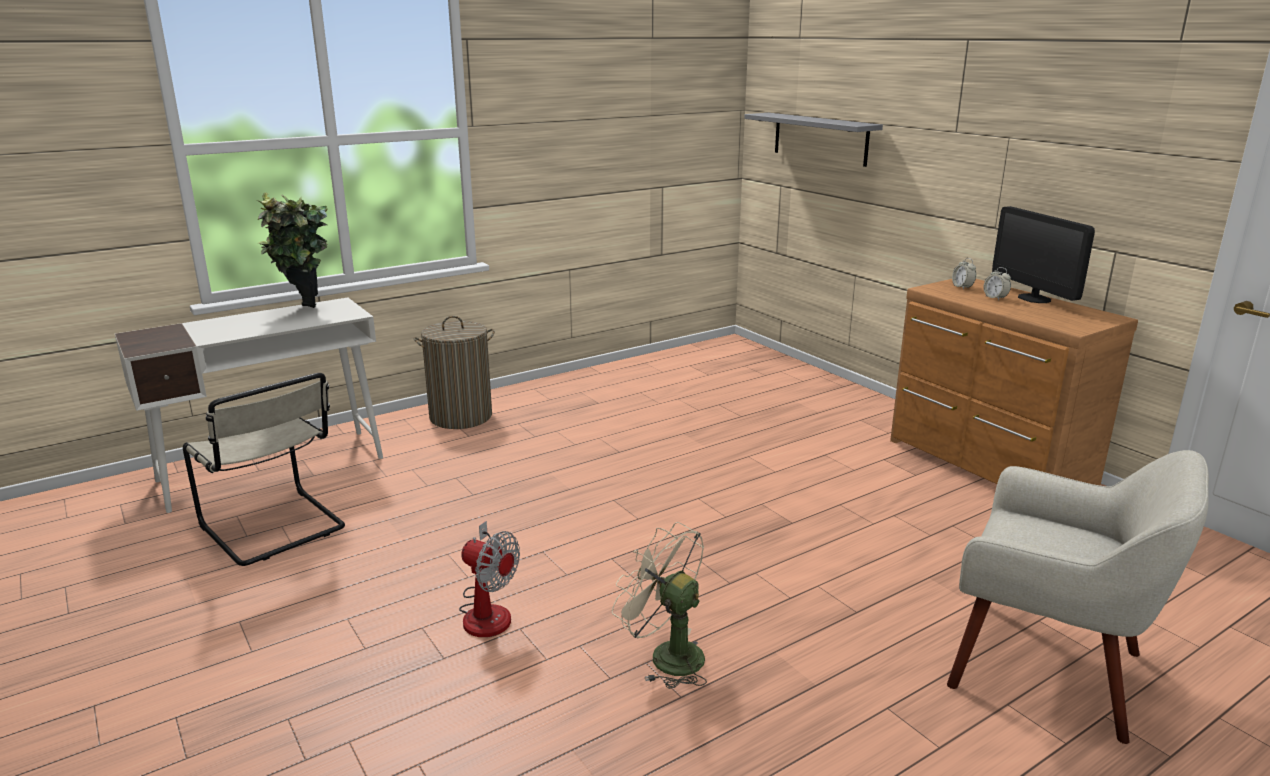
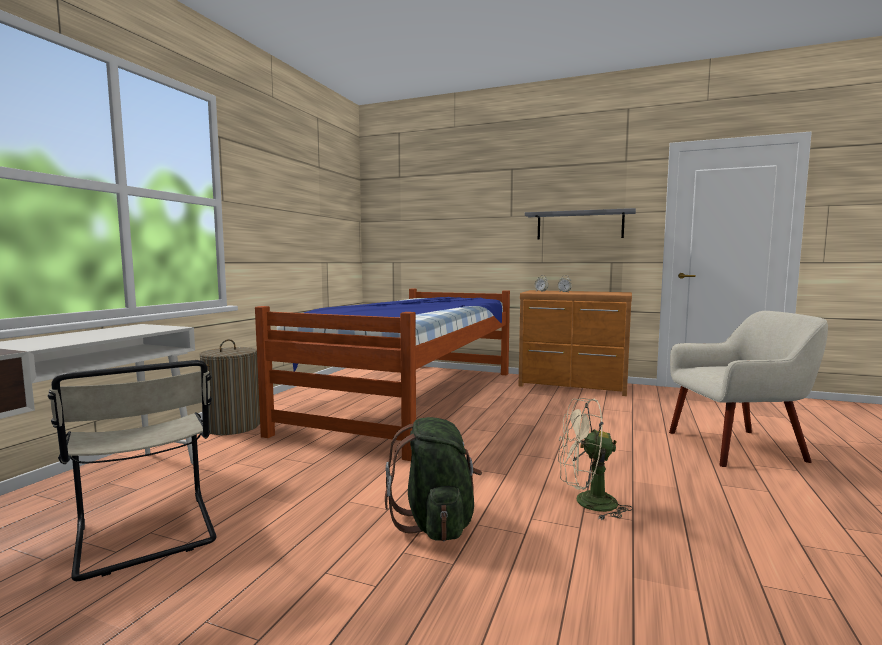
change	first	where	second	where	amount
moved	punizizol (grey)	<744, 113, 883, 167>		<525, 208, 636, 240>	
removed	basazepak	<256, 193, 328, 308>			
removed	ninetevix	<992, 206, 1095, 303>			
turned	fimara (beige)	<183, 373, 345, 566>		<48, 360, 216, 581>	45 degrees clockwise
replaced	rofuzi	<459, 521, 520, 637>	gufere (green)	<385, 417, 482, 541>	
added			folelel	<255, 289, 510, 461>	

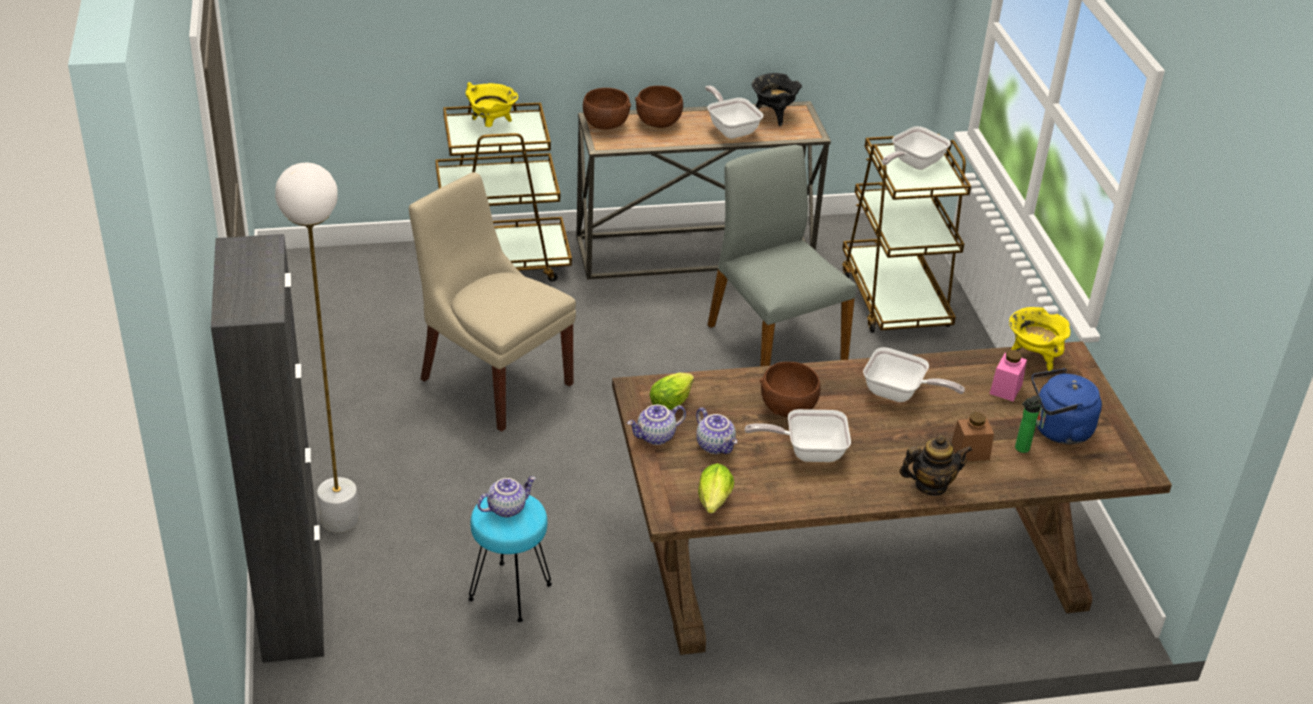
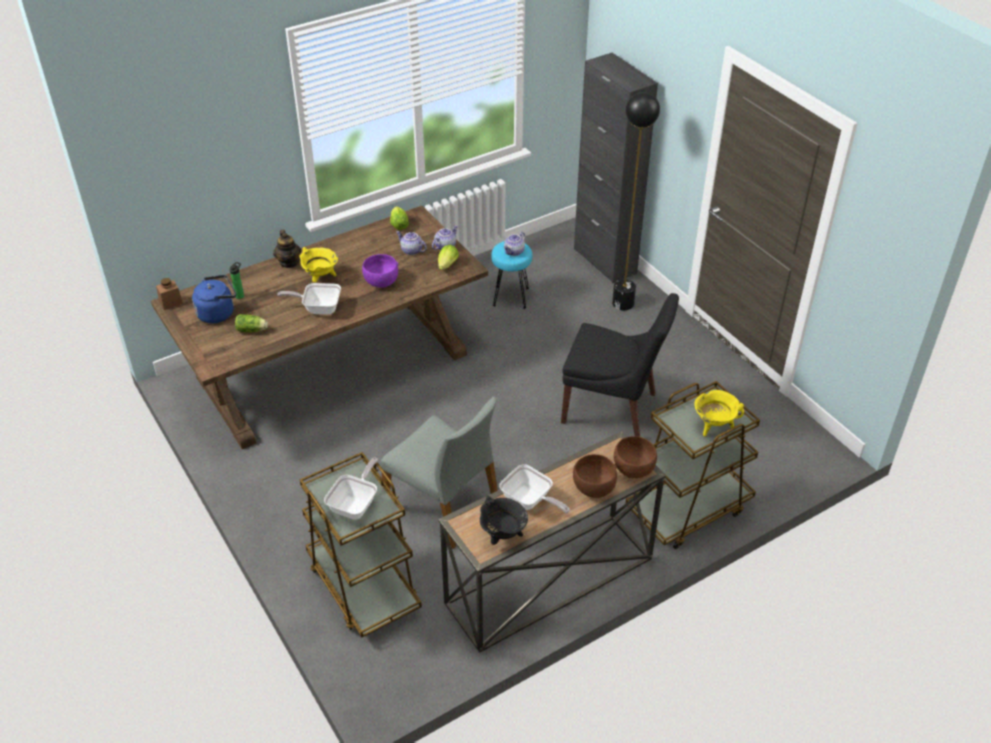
change	first	where	second	where	amount
recoloured	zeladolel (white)	<275, 163, 359, 533>	zeladolel (black)	<612, 92, 660, 310>	
recoloured	fimara (beige)	<409, 172, 576, 432>	fimara (black)	<561, 293, 679, 437>	
moved	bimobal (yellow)	<1009, 307, 1070, 371>		<300, 247, 338, 282>	
replaced	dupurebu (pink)	<989, 350, 1027, 401>	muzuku	<235, 314, 268, 332>	
recoloured	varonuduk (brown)	<760, 362, 821, 417>	varonuduk (purple)	<362, 254, 398, 288>	
removed	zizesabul	<745, 409, 851, 462>			
moved	dupurebu (brown)	<951, 412, 994, 462>		<156, 278, 183, 310>	
turned	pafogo	<899, 435, 972, 496>		<273, 230, 301, 268>	75 degrees counterclockwise

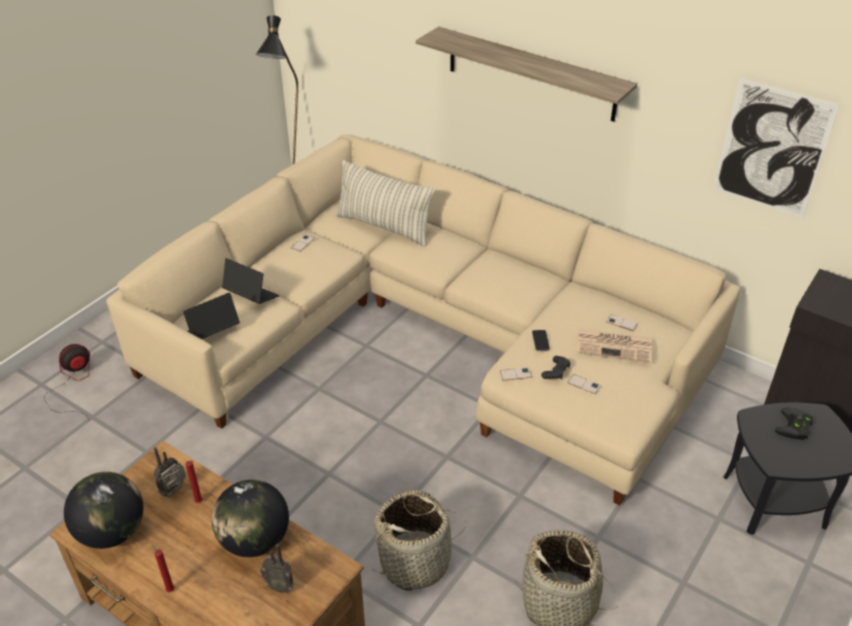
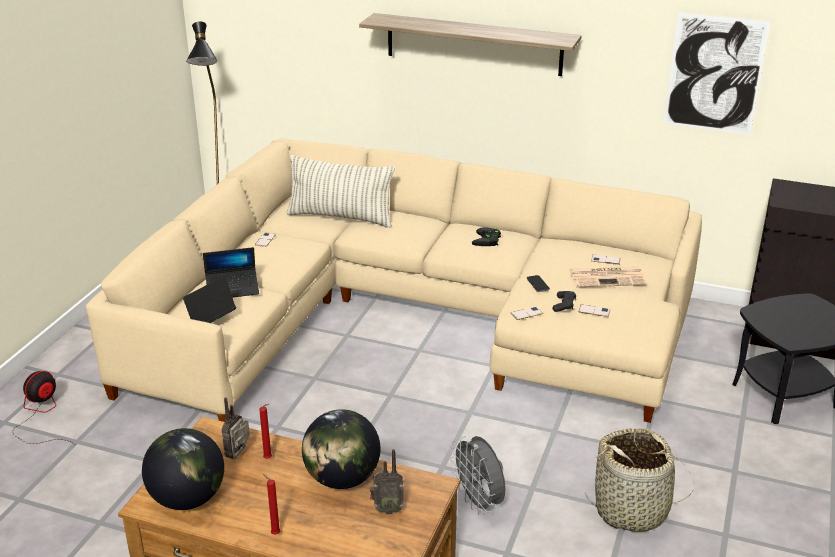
change	first	where	second	where	amount
turned	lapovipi	<222, 258, 279, 304>		<203, 247, 259, 298>	150 degrees clockwise
moved	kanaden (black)	<775, 407, 813, 440>		<472, 227, 501, 246>	
replaced	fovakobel	<371, 490, 466, 591>	rofuzi (grey)	<450, 436, 506, 514>	

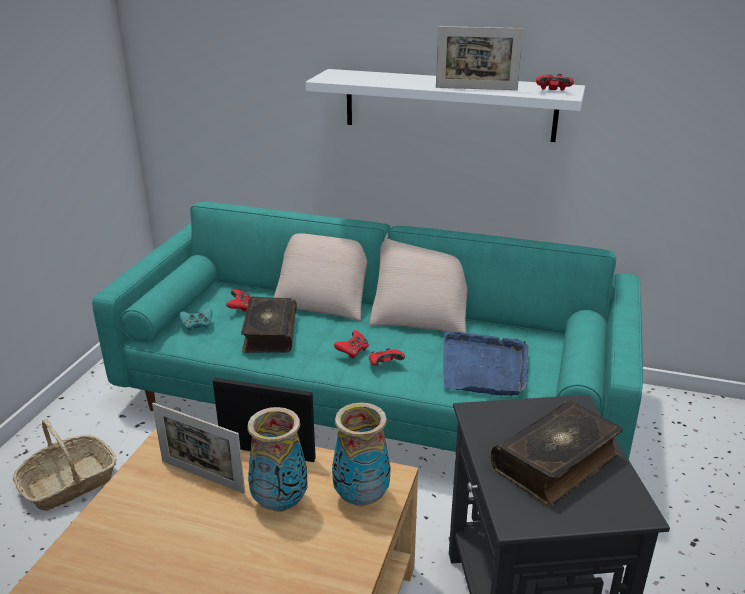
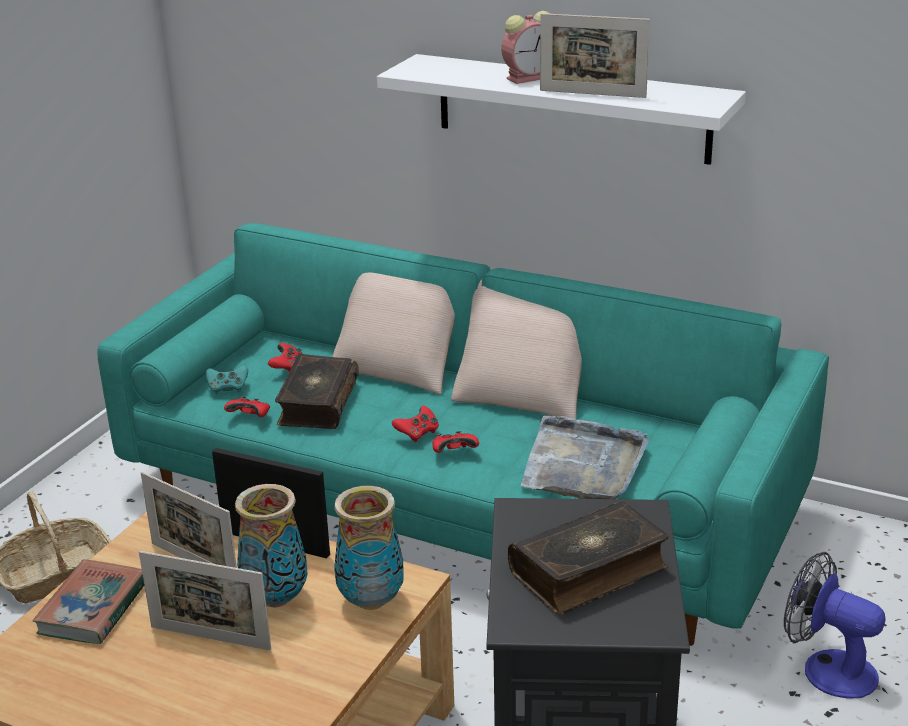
change	first	where	second	where	amount
moved	kanaden (red)	<536, 74, 574, 91>		<224, 396, 270, 417>	
recoloured	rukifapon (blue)	<443, 332, 529, 396>	rukifapon (grey)	<521, 416, 649, 499>	
added			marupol	<501, 11, 550, 84>	
added			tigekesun	<139, 551, 271, 650>	
added			rofuzi	<784, 552, 886, 699>	
added			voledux	<32, 559, 144, 644>	

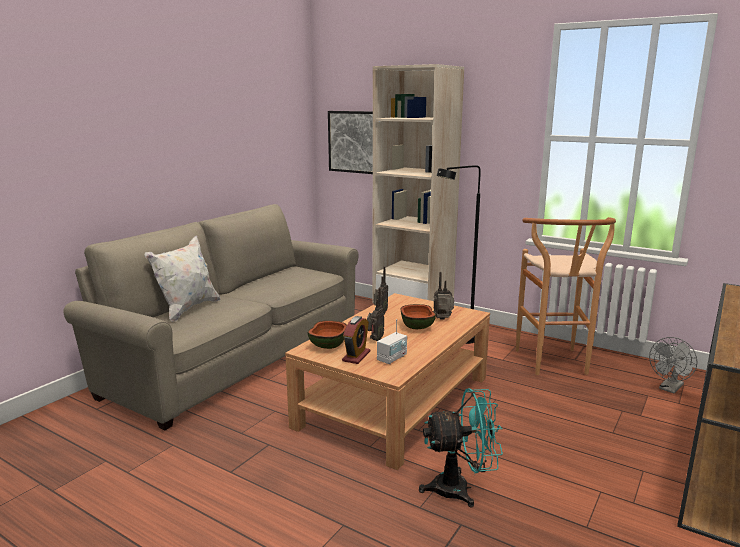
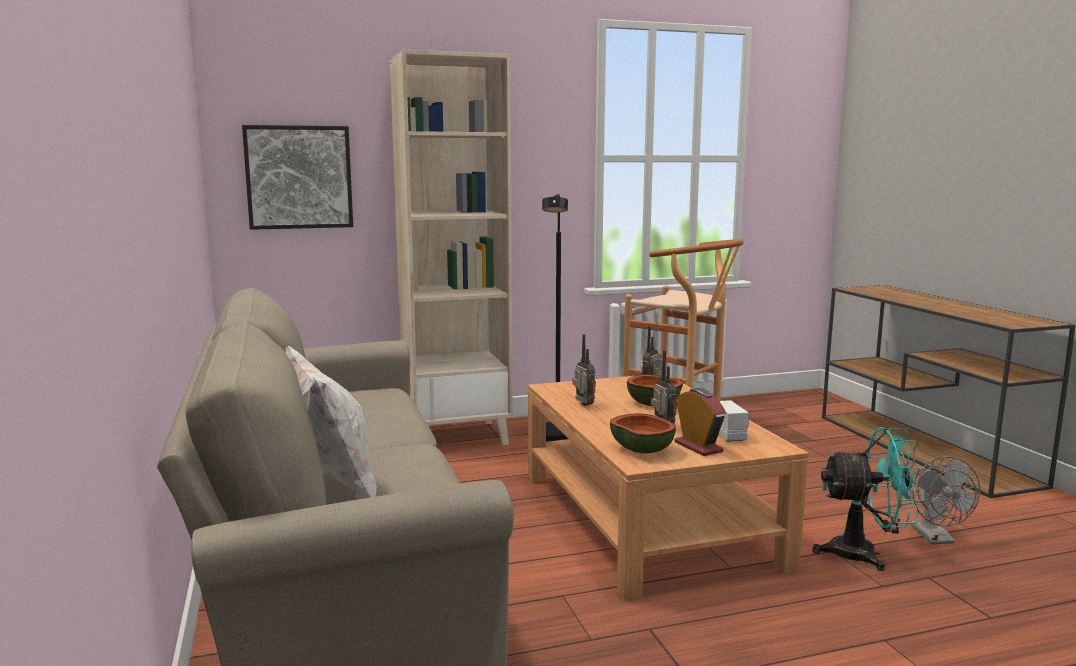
change	first	where	second	where	amount
moved	rofuzi (grey)	<649, 337, 697, 393>		<911, 456, 980, 544>	
turned	rofuzi (turquoise)	<419, 388, 503, 508>		<812, 427, 925, 571>	60 degrees clockwise

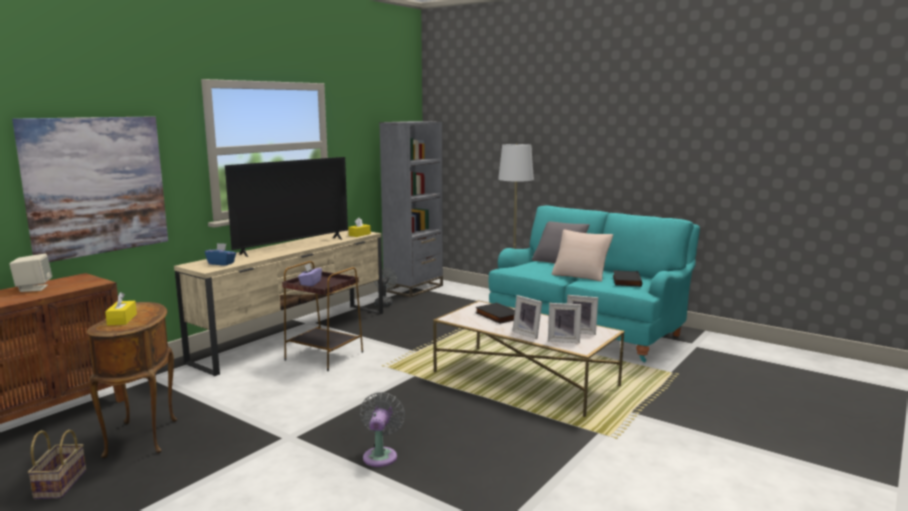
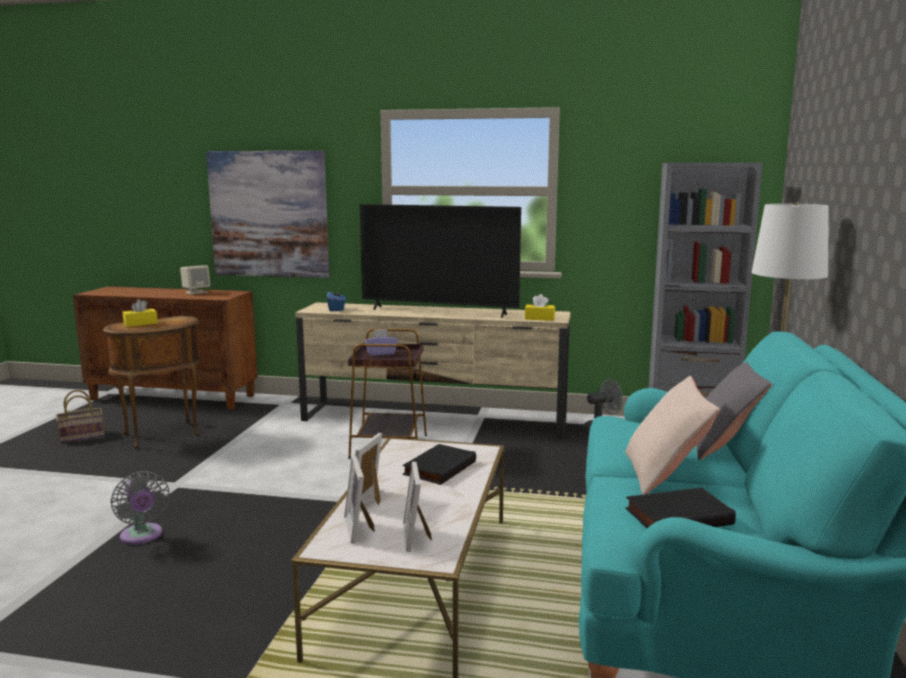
change	first	where	second	where	amount
turned	rofuzi (grey)	<360, 392, 405, 467>		<110, 471, 170, 545>	75 degrees clockwise

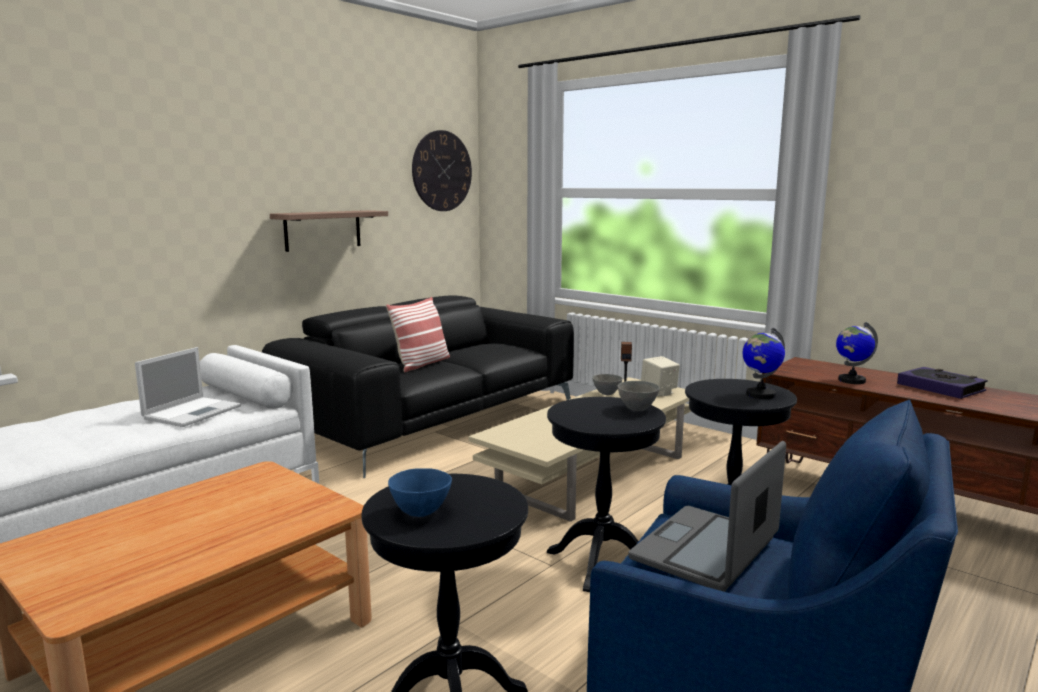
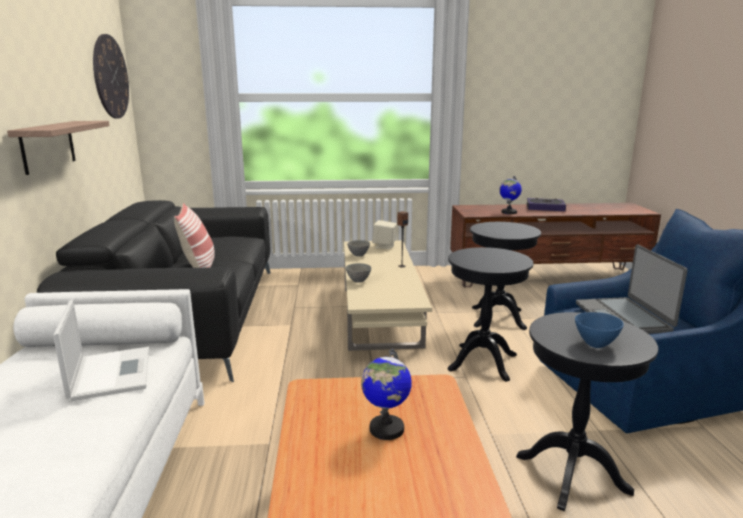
change	first	where	second	where	amount
moved	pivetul	<742, 328, 785, 399>		<361, 349, 412, 440>	
moved	varonuduk (grey)	<617, 381, 660, 411>		<346, 263, 372, 283>	

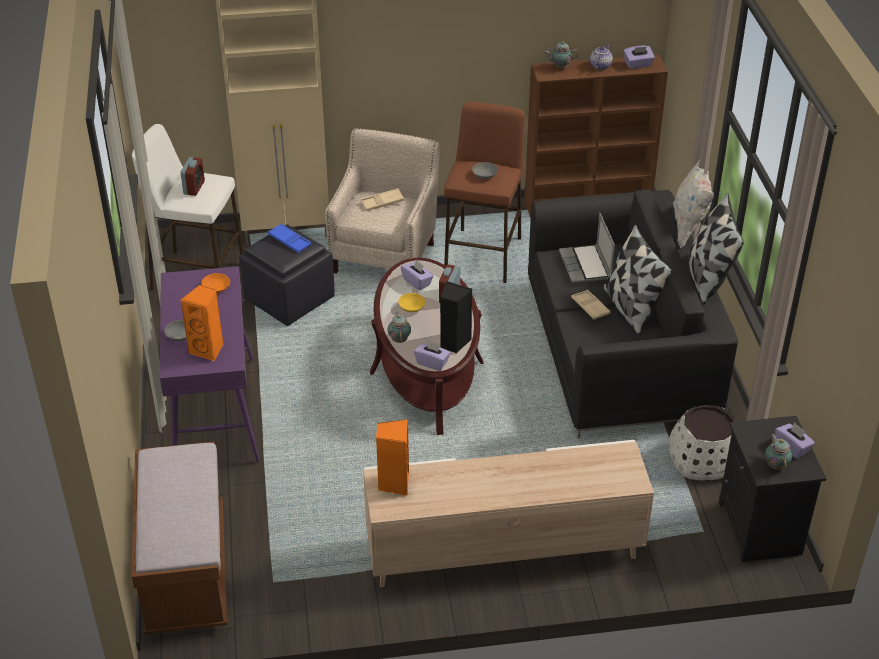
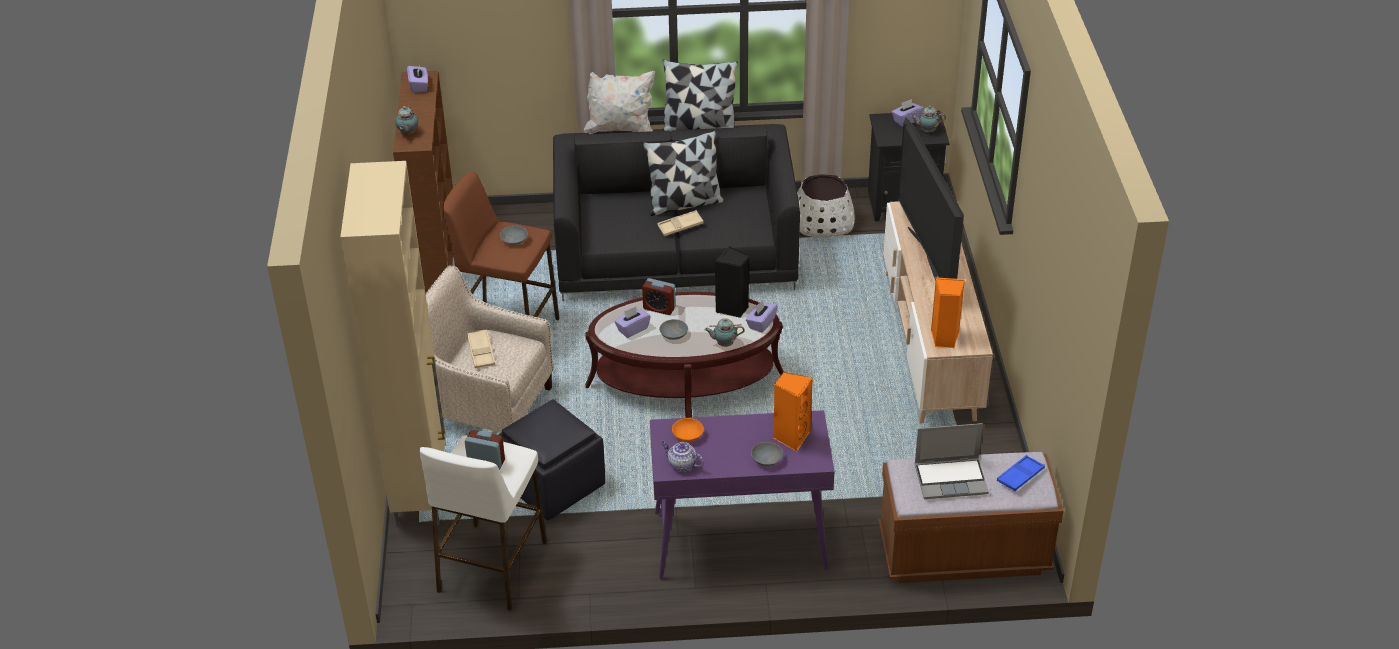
change	first	where	second	where	amount
moved	pafogo	<590, 44, 613, 70>		<661, 442, 704, 472>	
moved	lapovipi	<559, 213, 615, 283>		<914, 423, 989, 499>	
moved	rukifapon (blue)	<268, 223, 311, 253>		<997, 455, 1045, 491>	
recoloured	varonuduk (yellow)	<398, 293, 426, 312>	varonuduk (grey)	<659, 319, 688, 340>	
added			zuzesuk	<898, 117, 964, 281>	

